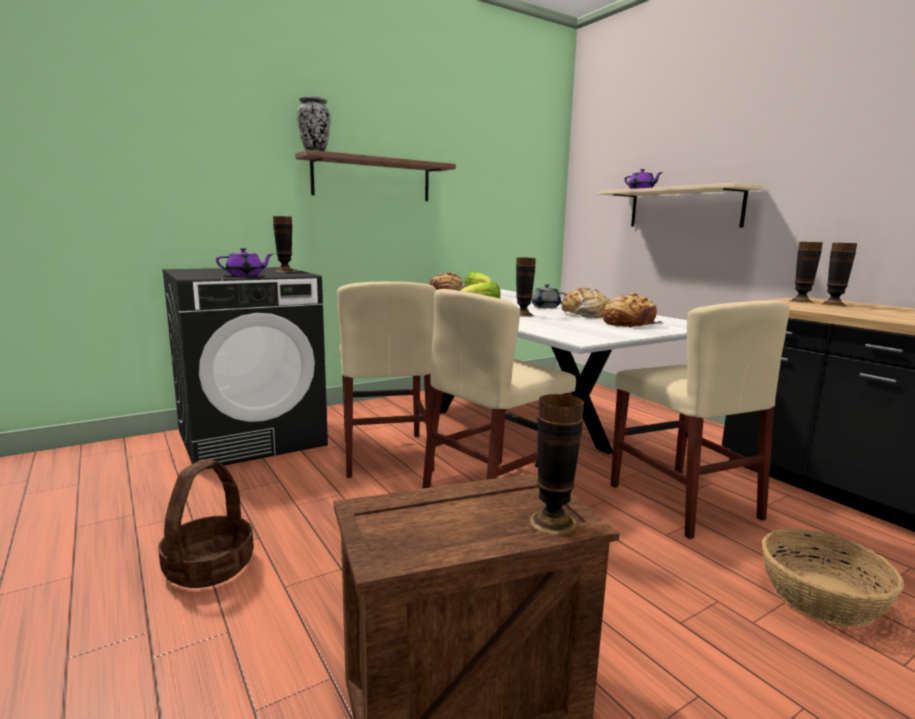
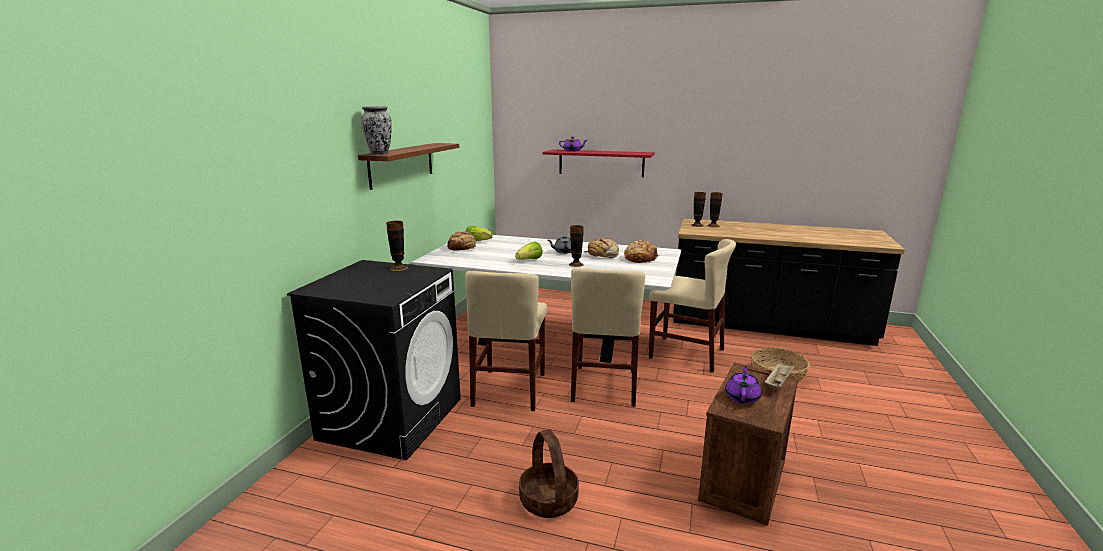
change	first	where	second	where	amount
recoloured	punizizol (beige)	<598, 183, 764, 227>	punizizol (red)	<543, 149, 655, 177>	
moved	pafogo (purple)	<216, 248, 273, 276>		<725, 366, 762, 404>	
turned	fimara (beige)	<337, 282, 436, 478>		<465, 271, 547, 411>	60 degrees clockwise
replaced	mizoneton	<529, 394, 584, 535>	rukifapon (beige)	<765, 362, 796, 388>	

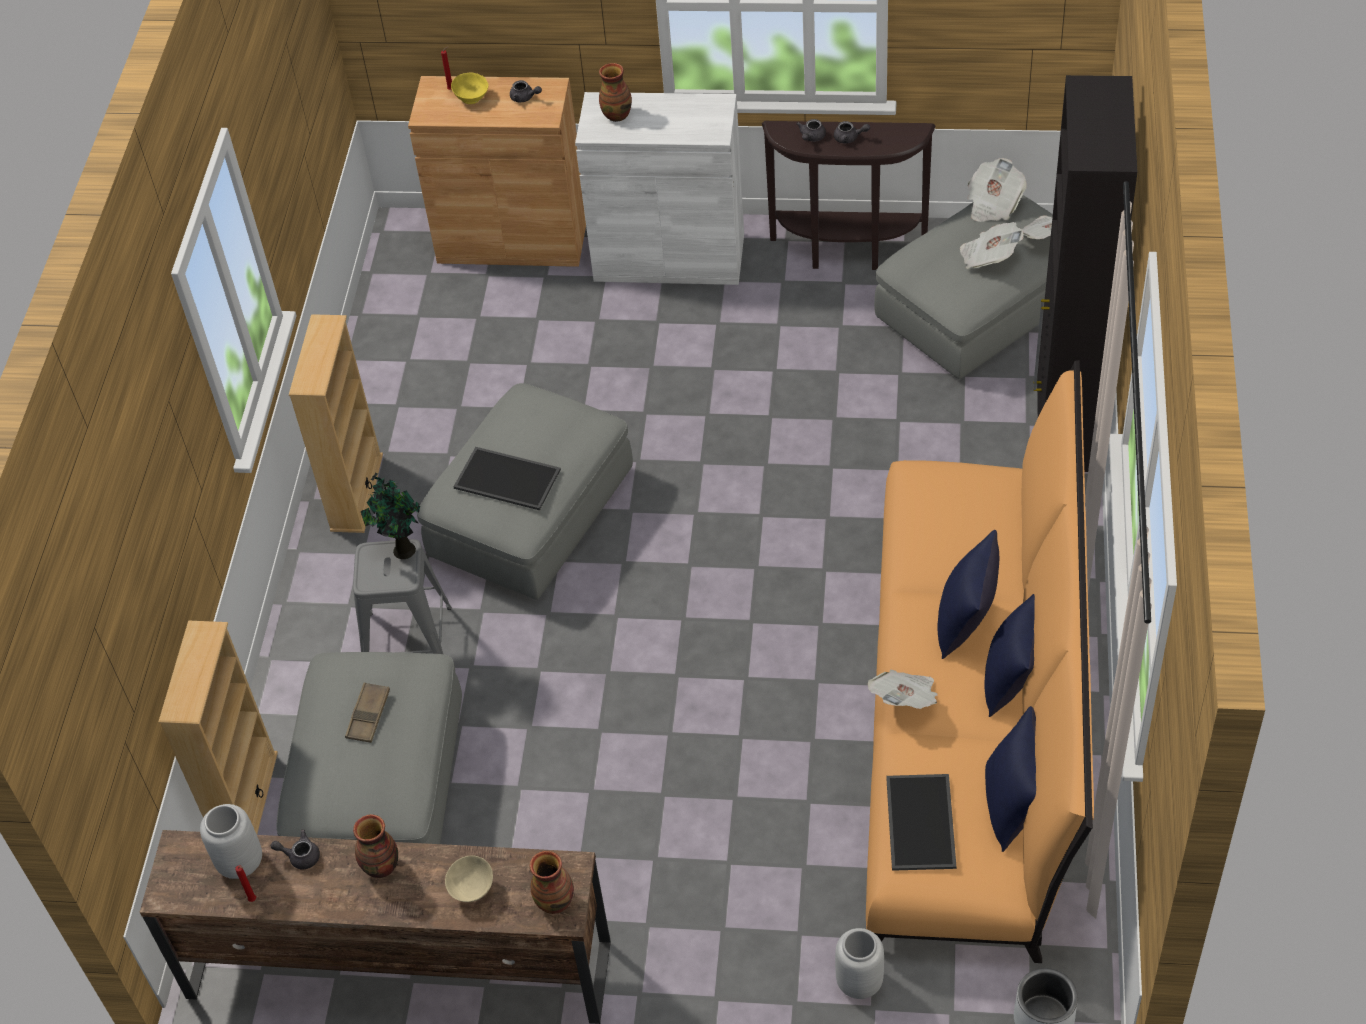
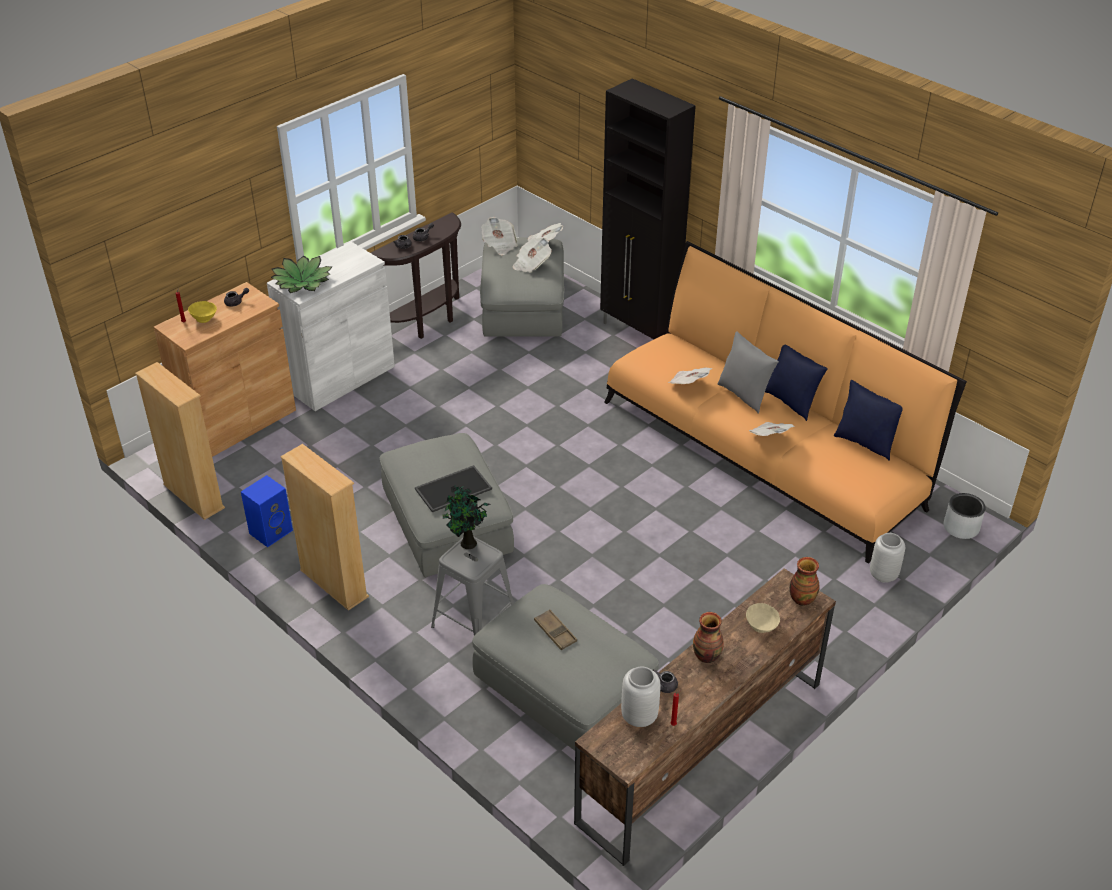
change	first	where	second	where	amount
replaced	mizoneton	<599, 63, 632, 122>	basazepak	<271, 256, 332, 293>	
recoloured	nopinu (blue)	<937, 530, 999, 659>	nopinu (grey)	<718, 331, 779, 414>	
moved	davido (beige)	<159, 621, 278, 834>		<135, 362, 225, 520>	
removed	rukifapon	<886, 774, 956, 871>			
added			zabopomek	<668, 367, 712, 384>	
added			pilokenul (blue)	<241, 475, 293, 547>	

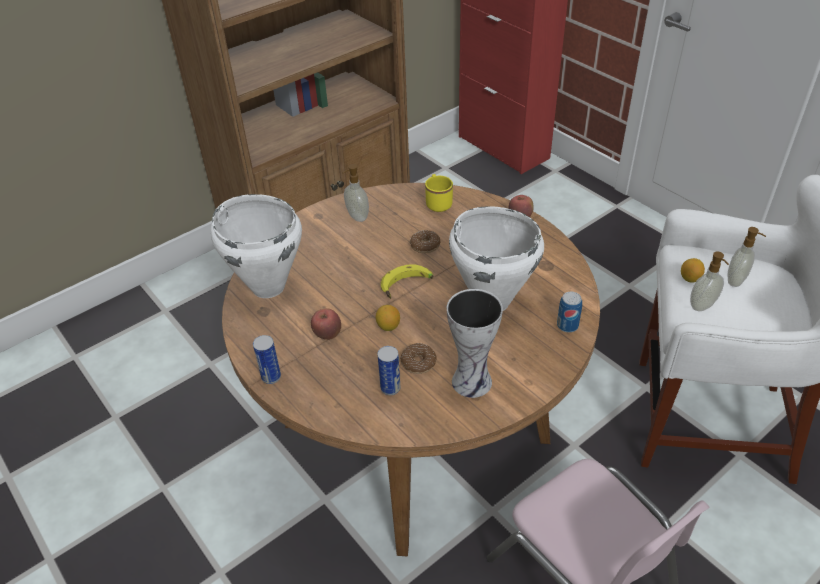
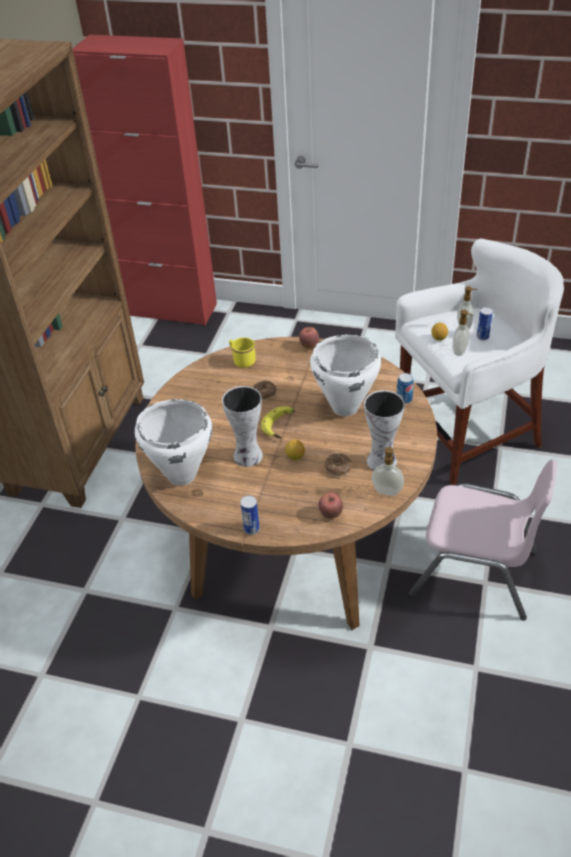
change	first	where	second	where	amount
moved	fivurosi	<343, 164, 369, 222>		<372, 447, 404, 496>	
moved	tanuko	<311, 309, 341, 340>		<319, 492, 343, 519>	
moved	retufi	<377, 346, 400, 395>		<477, 307, 493, 341>	
added			mizoneton	<222, 386, 263, 467>	

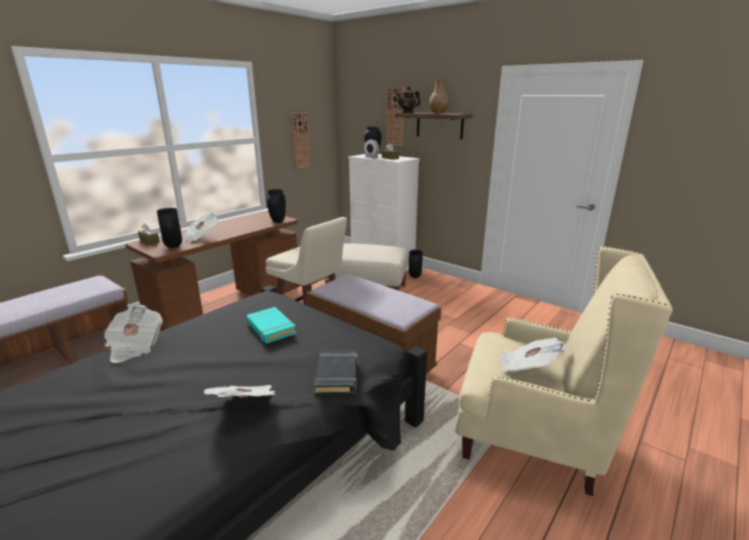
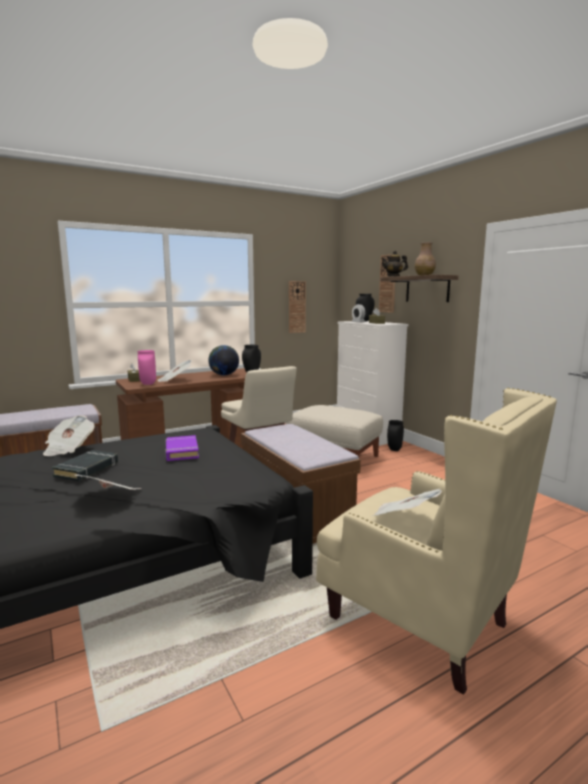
change	first	where	second	where	amount
recoloured	mizoneton (black)	<157, 208, 182, 248>	mizoneton (pink)	<138, 350, 156, 385>	
recoloured	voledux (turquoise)	<247, 307, 296, 343>	voledux (purple)	<165, 435, 199, 461>	
moved	voledux (black)	<314, 350, 358, 395>		<52, 450, 118, 481>	
added			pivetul	<208, 345, 239, 375>	

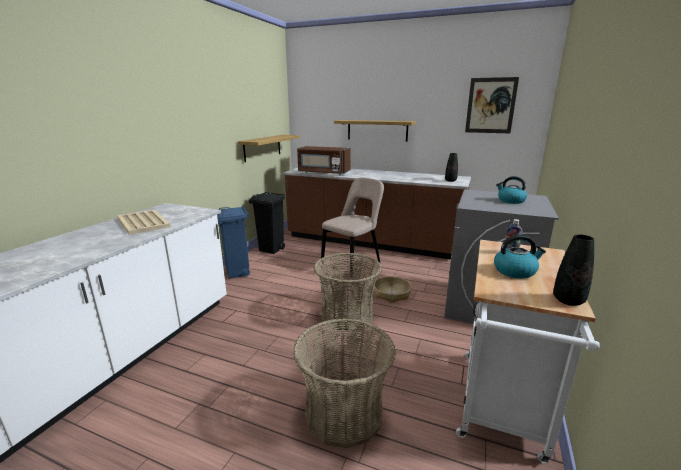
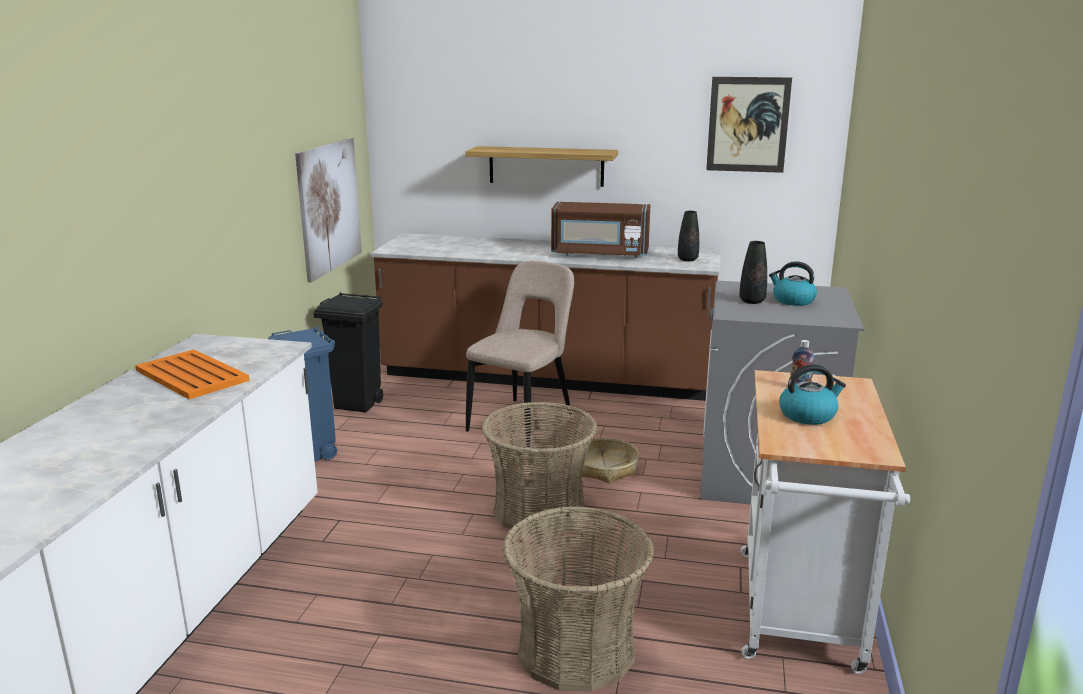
change	first	where	second	where	amount
replaced	punizizol	<238, 135, 300, 162>	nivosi	<295, 138, 362, 282>	
moved	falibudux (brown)	<297, 146, 351, 175>		<551, 202, 650, 258>	
recoloured	rukifapon (beige)	<117, 209, 171, 235>	rukifapon (orange)	<135, 349, 250, 400>	
moved	mizoneton (black)	<553, 234, 594, 306>		<739, 241, 767, 304>	

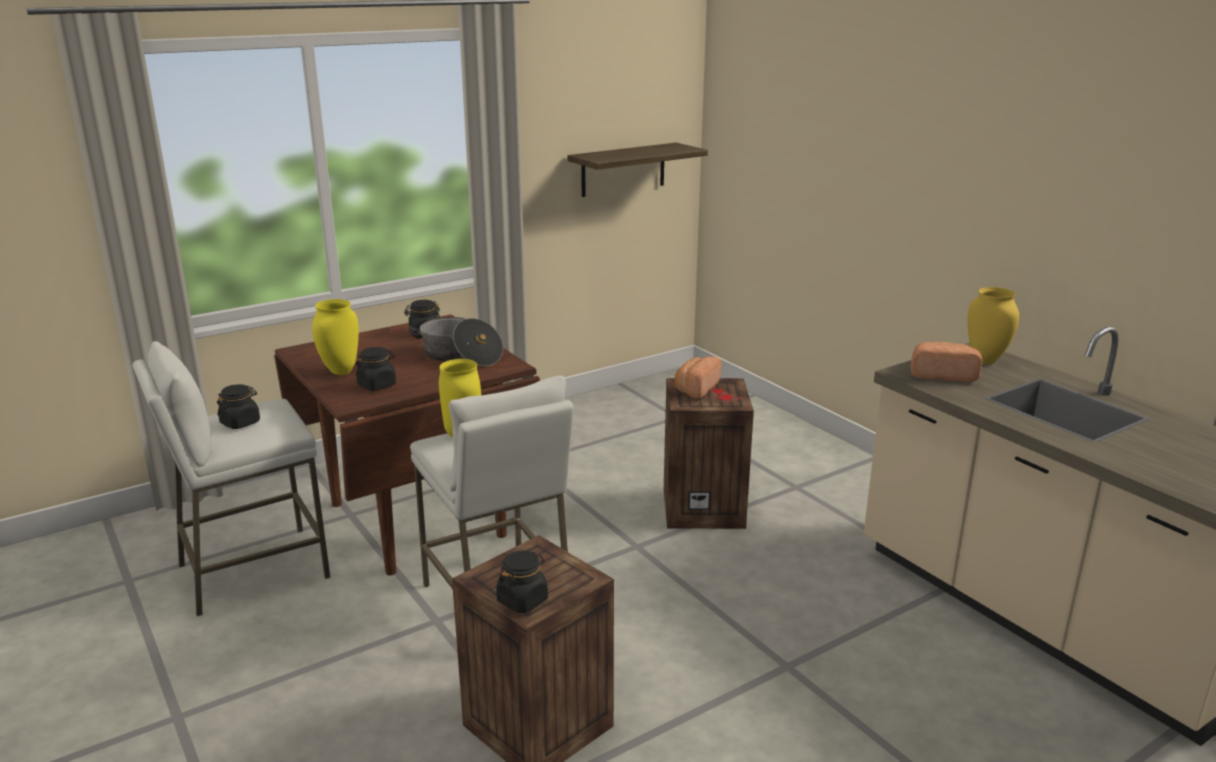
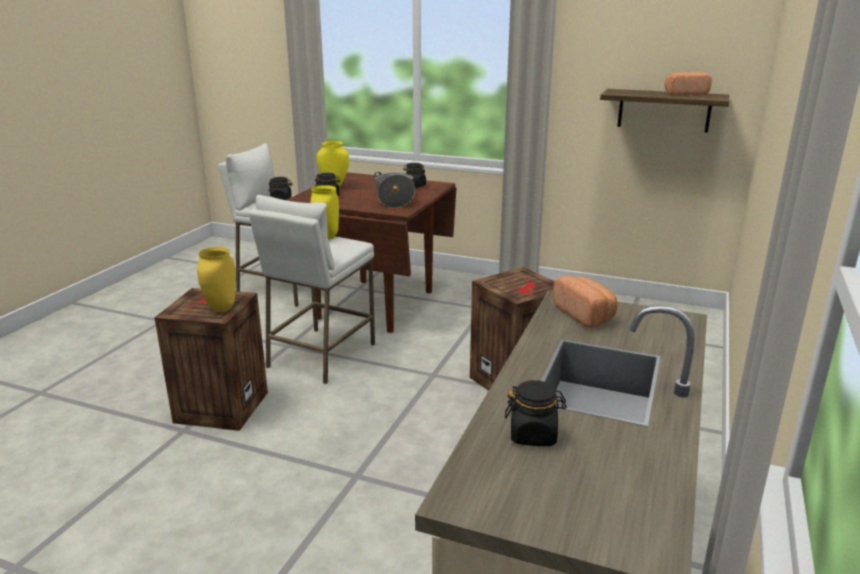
change	first	where	second	where	amount
moved	mizoneton (yellow)	<968, 287, 1019, 365>		<197, 247, 236, 312>	
moved	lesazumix	<675, 356, 722, 399>		<665, 72, 712, 96>	
moved	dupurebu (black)	<496, 550, 548, 613>		<505, 380, 567, 446>	

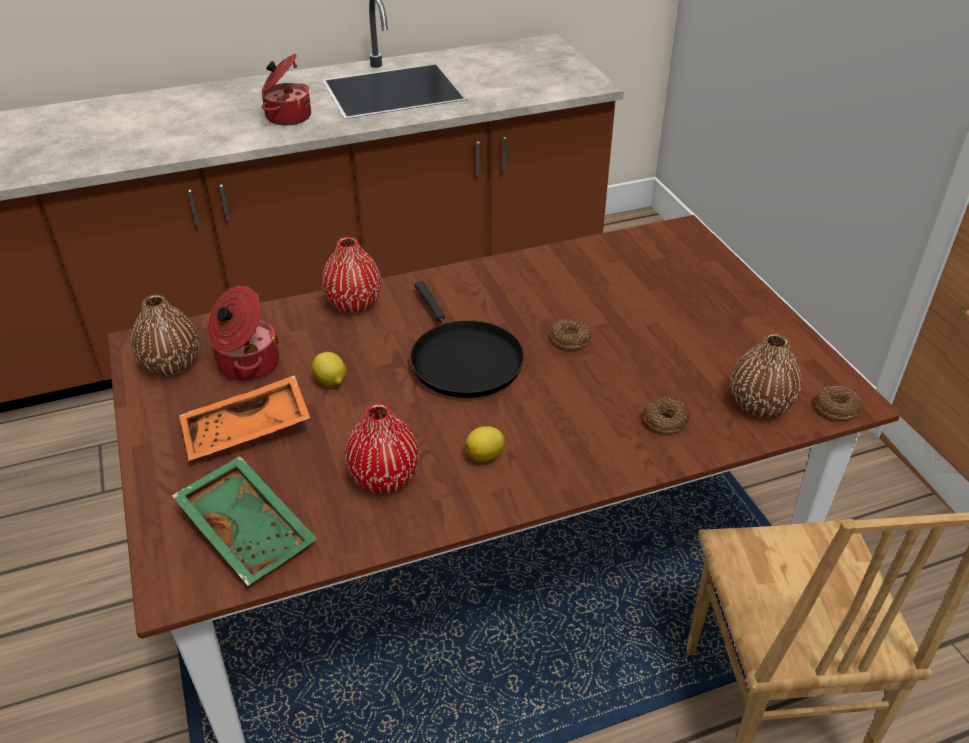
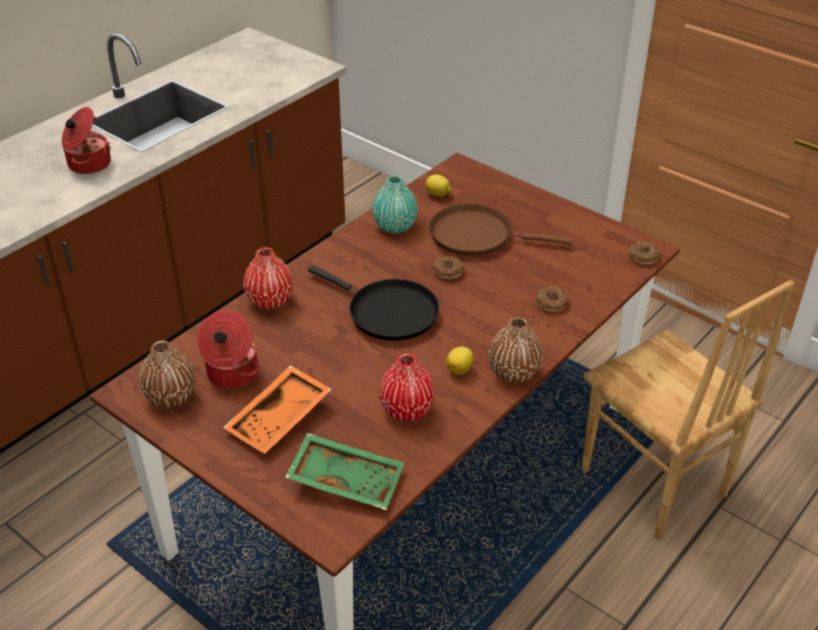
change	first	where	second	where	amount
moved	mizoneton (brown)	<731, 333, 801, 417>		<489, 317, 543, 382>	
moved	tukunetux	<312, 352, 346, 387>		<425, 174, 451, 197>	
added			mizoneton (turquoise)	<372, 175, 418, 234>	
added			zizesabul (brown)	<429, 204, 572, 256>	

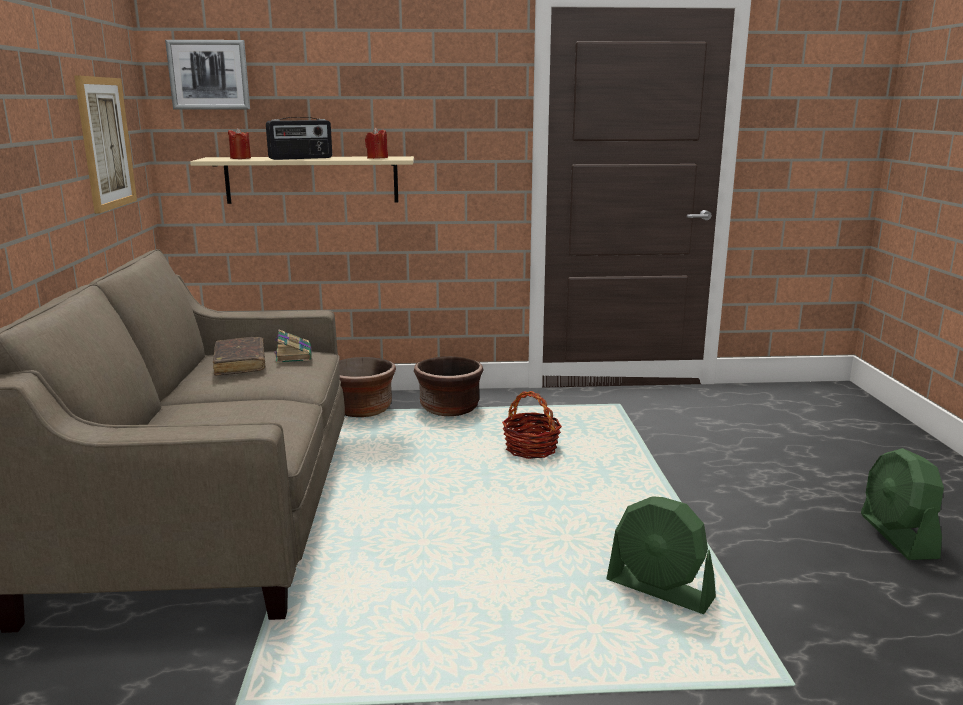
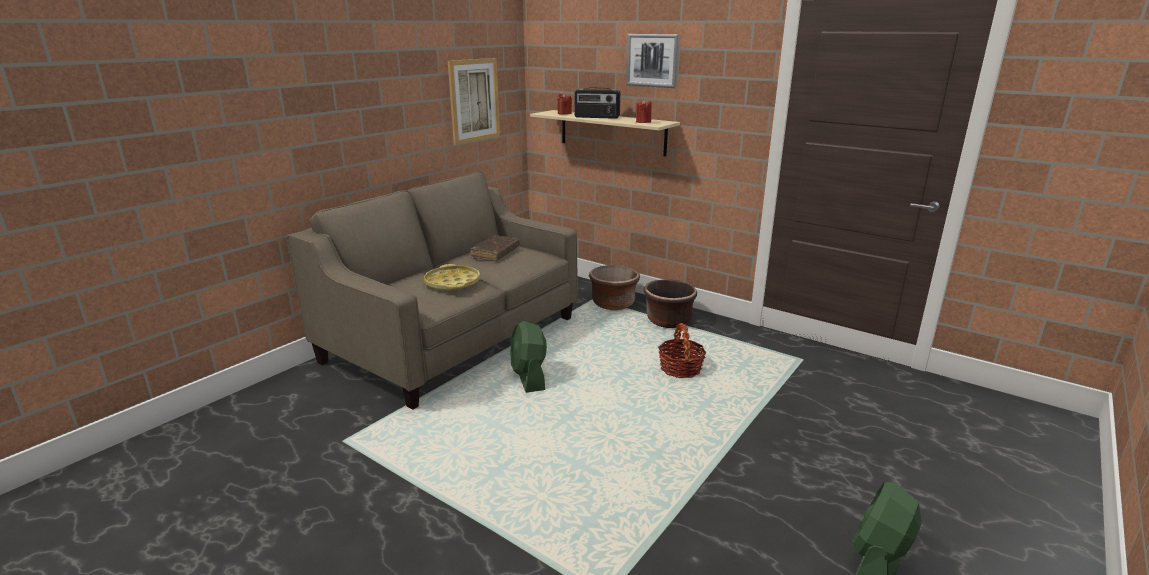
change	first	where	second	where	amount
moved	nivosi	<165, 40, 250, 109>		<626, 34, 680, 88>	
removed	voledux	<275, 330, 312, 363>			
moved	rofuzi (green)	<606, 496, 716, 614>		<510, 321, 547, 393>	
added			rukifapon (yellow)	<424, 264, 480, 290>	

